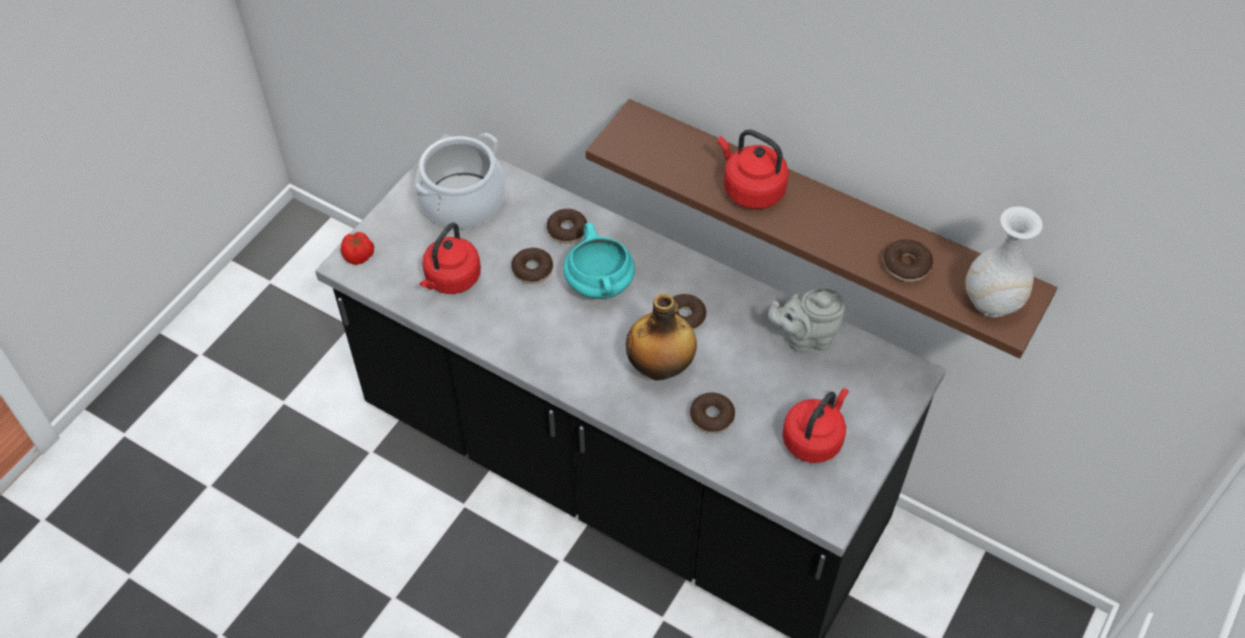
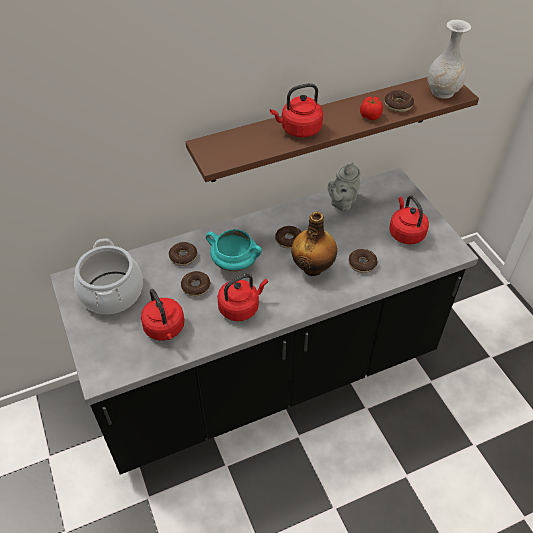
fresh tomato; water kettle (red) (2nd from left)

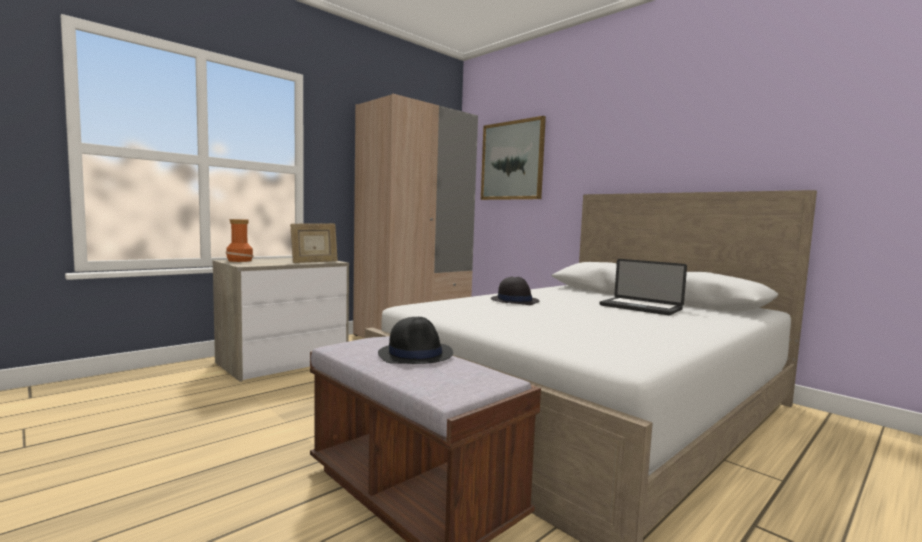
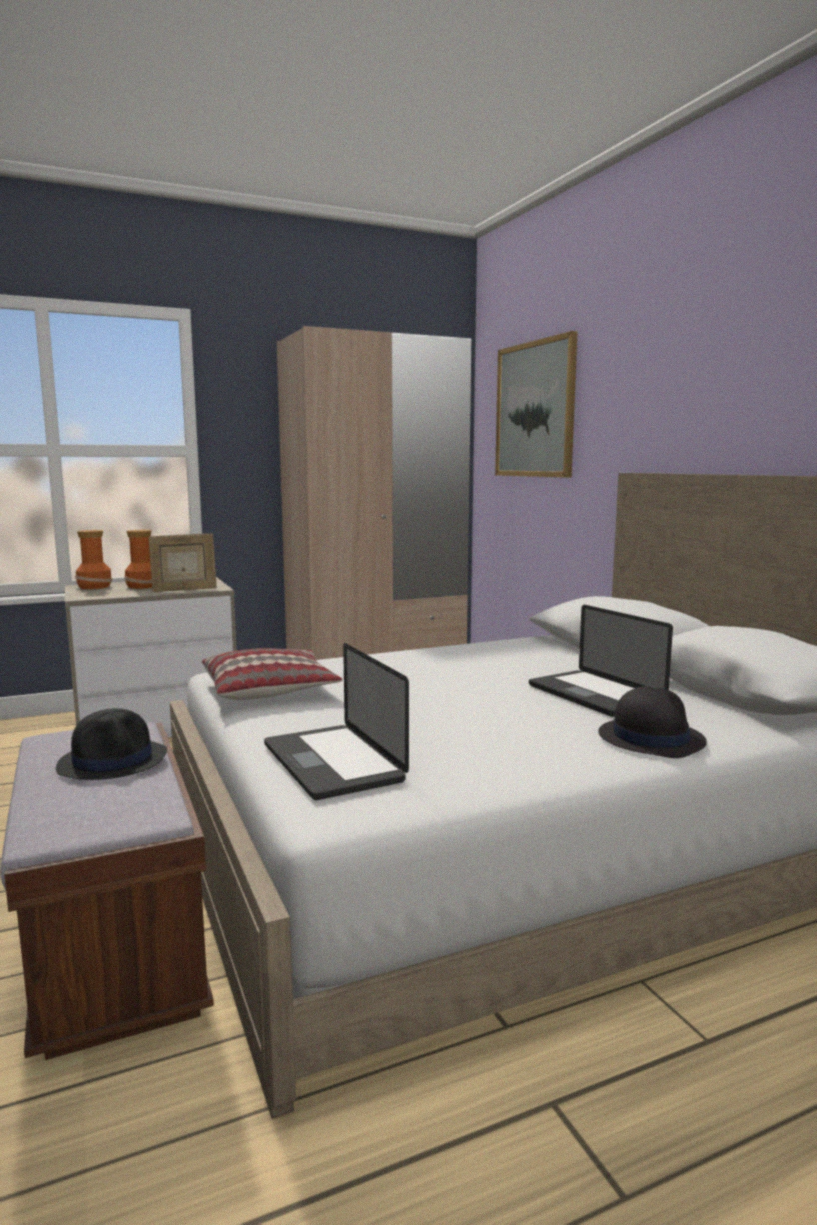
clothing hat (black) (2nd from left); vase (2nd from left); pillow; notebook computer (1st from left)

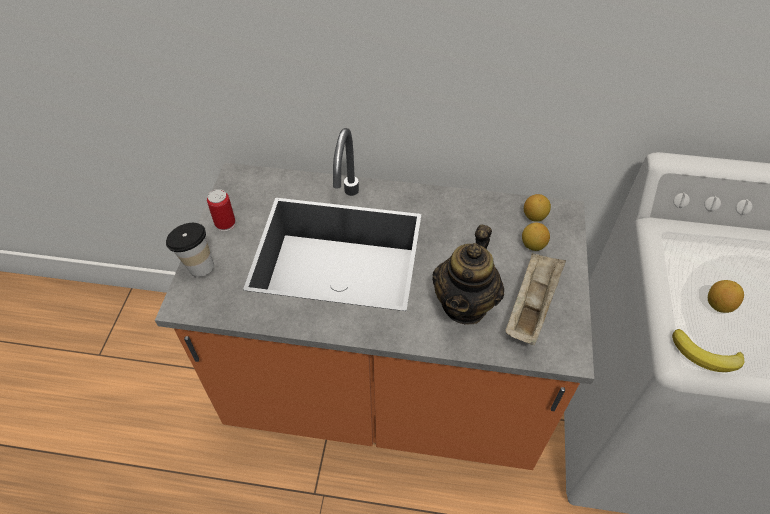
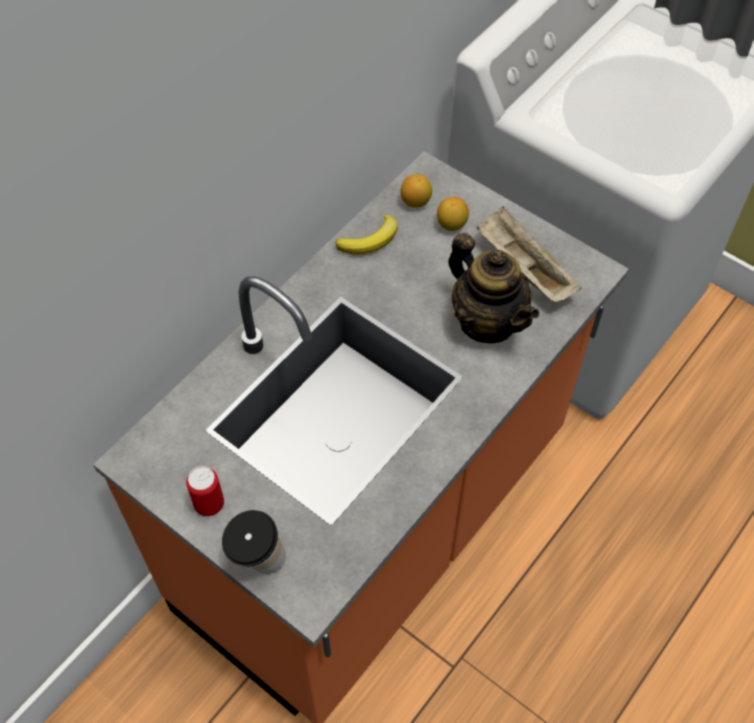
banana; lemon (3rd from left in the first image)

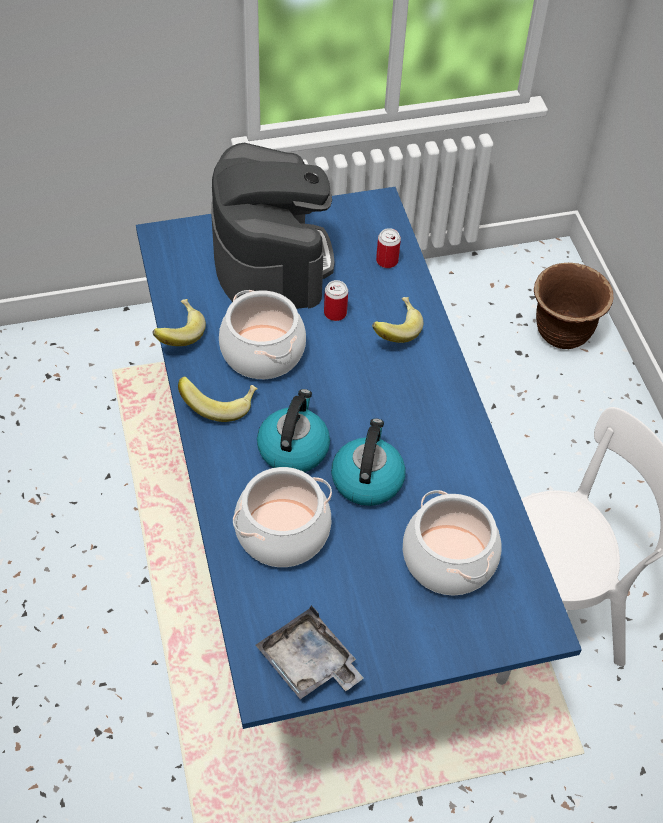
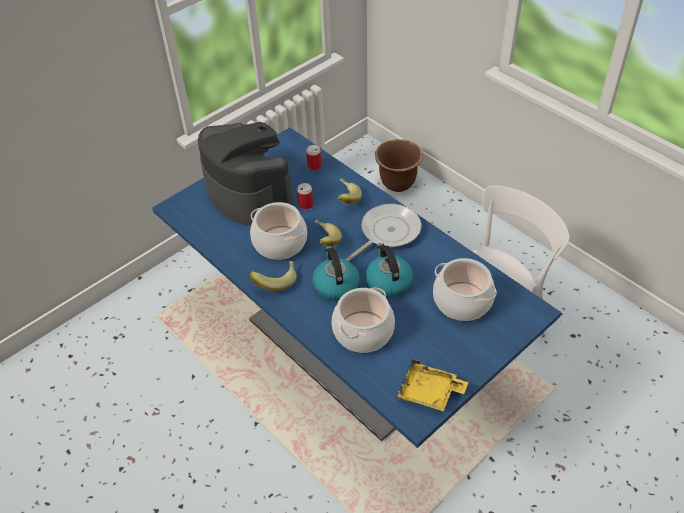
banana (2nd from left); carrying tray (yellow-coloured); frying pan

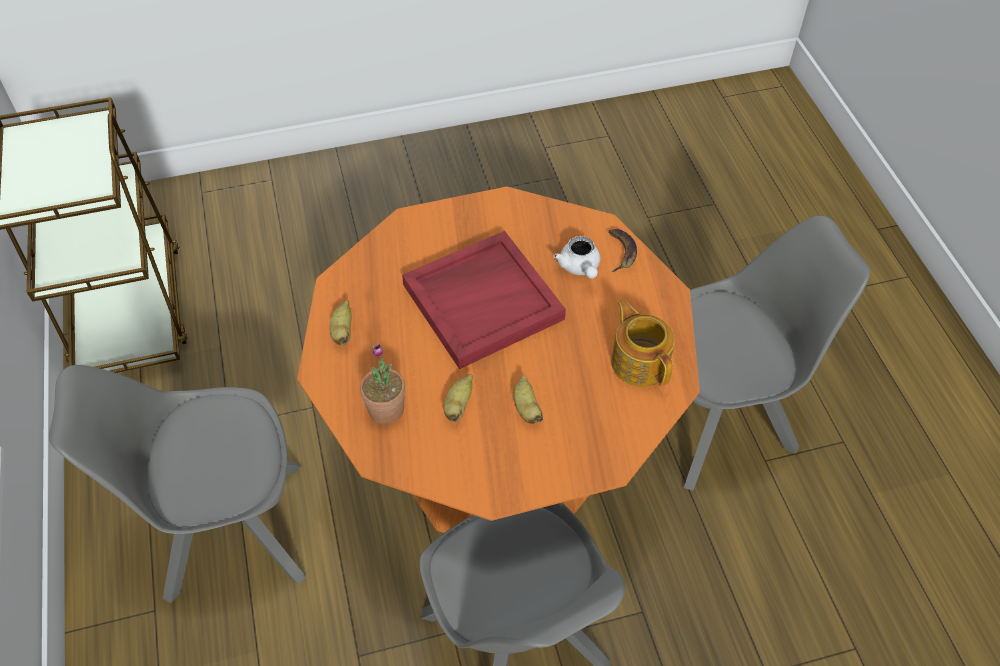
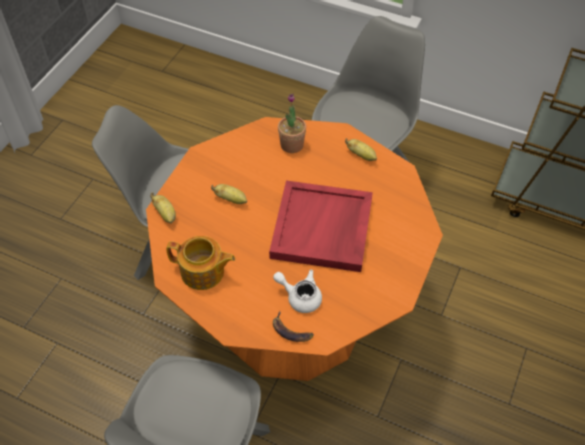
banana (1st from left)

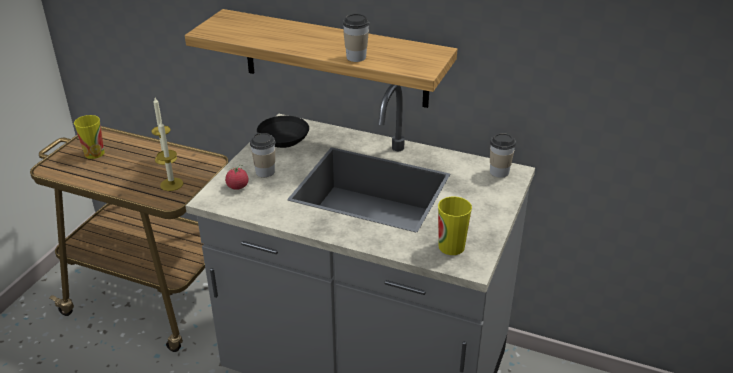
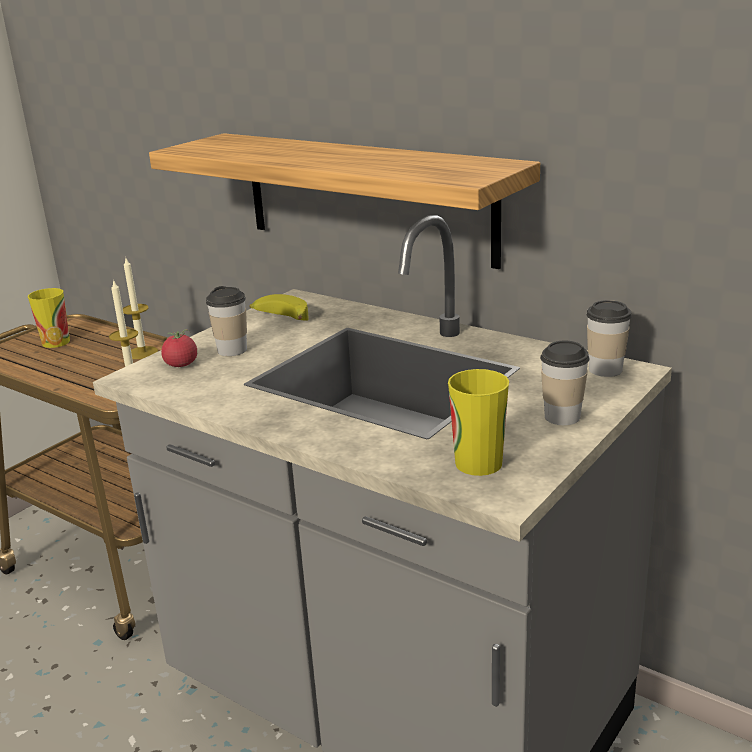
banana; drinking cup (4th from left)

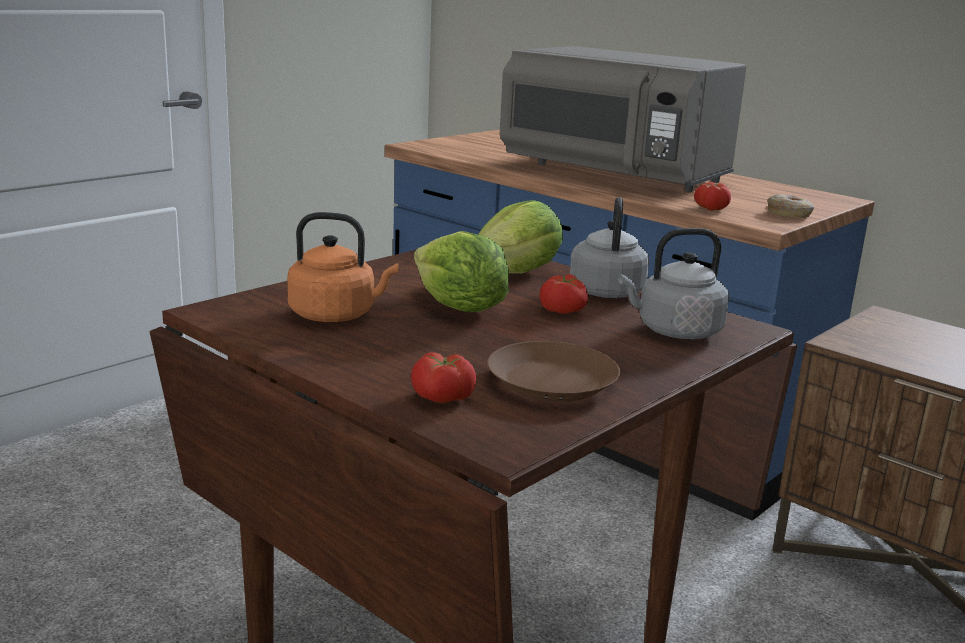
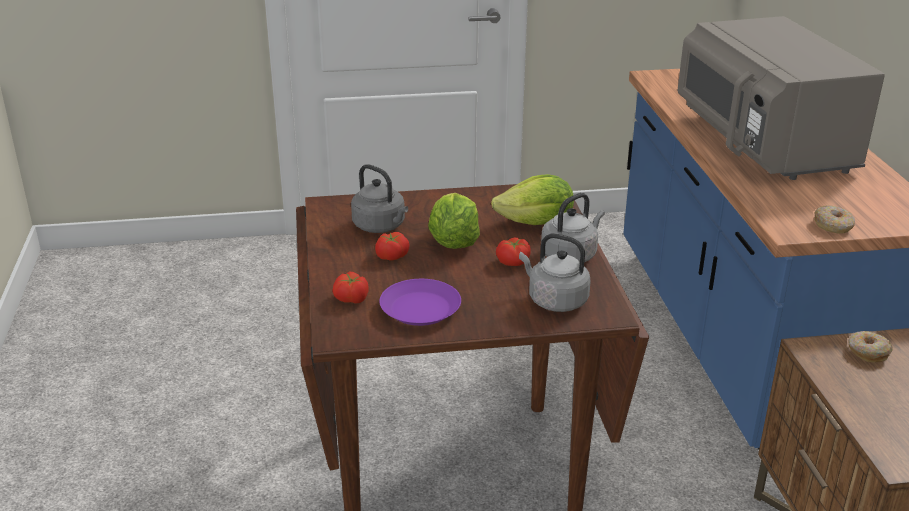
water kettle (gray) (1st from left); plate (purple-coloured); fresh tomato (2nd from left); ring doughnut (2nd from left)

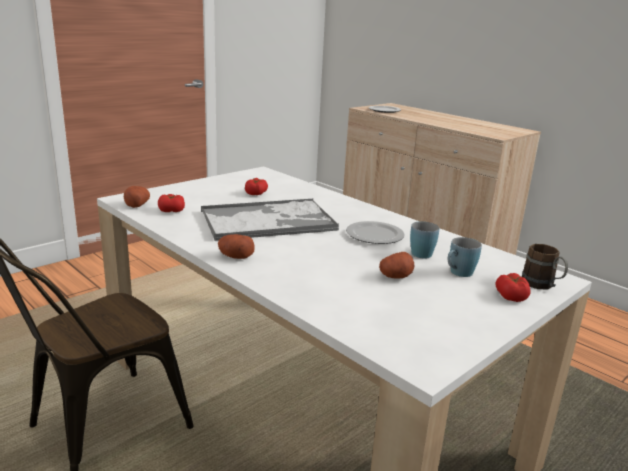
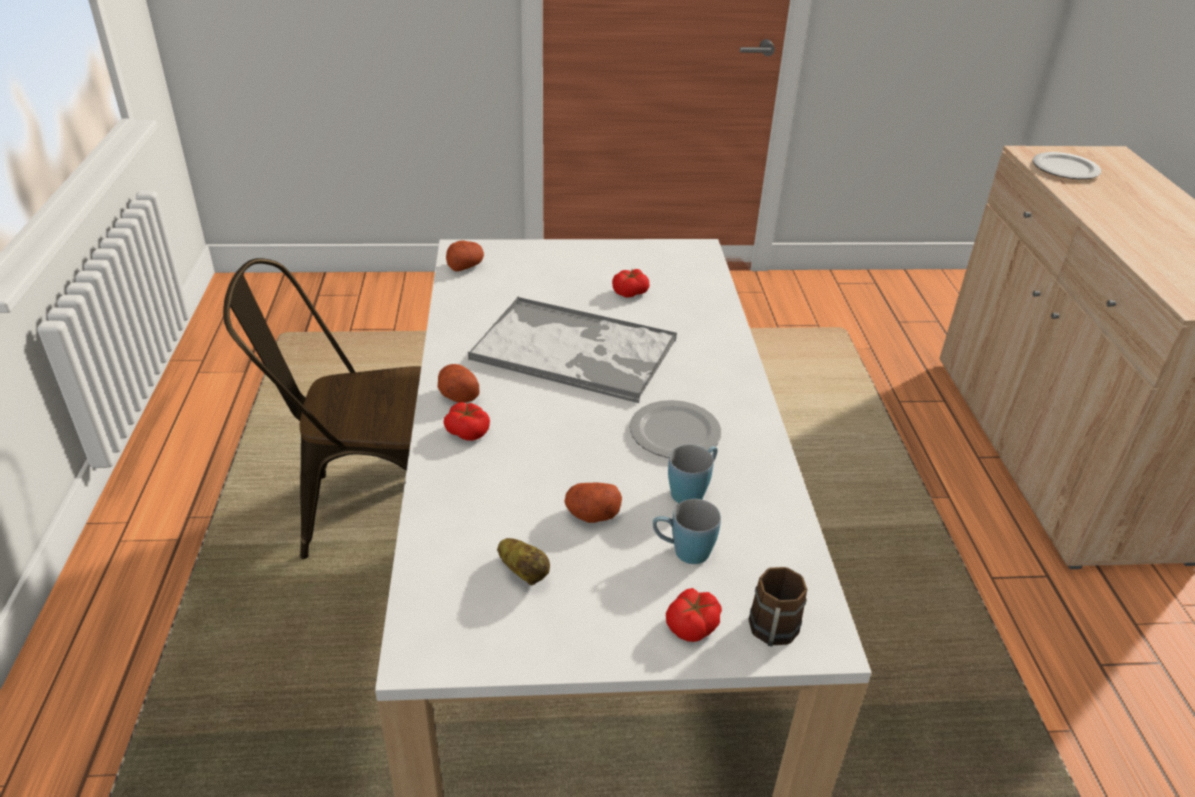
fresh tomato (1st from left); spud (3rd from left)

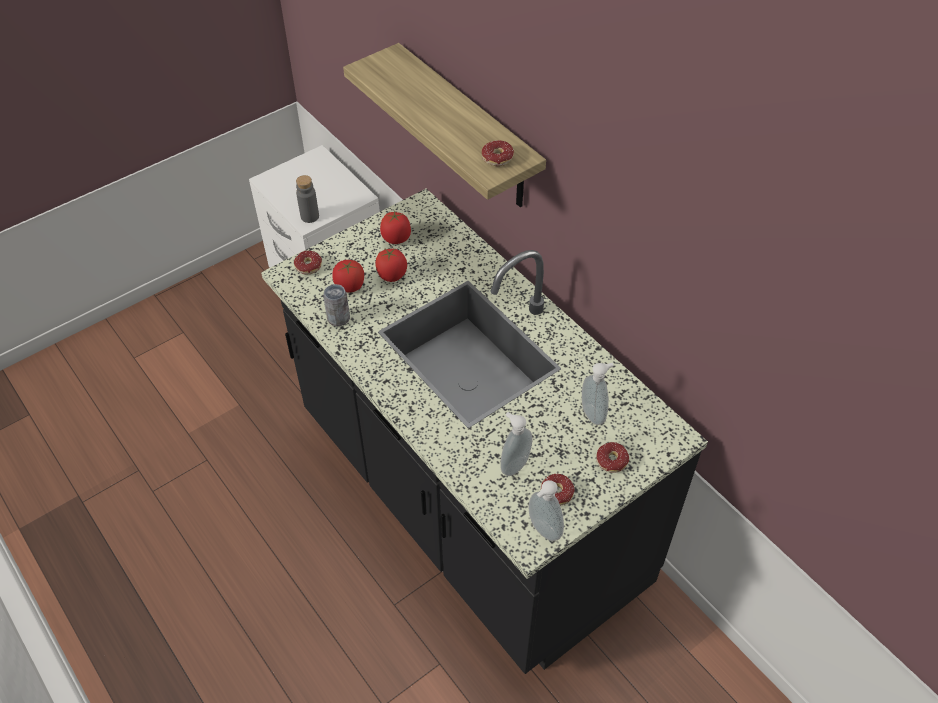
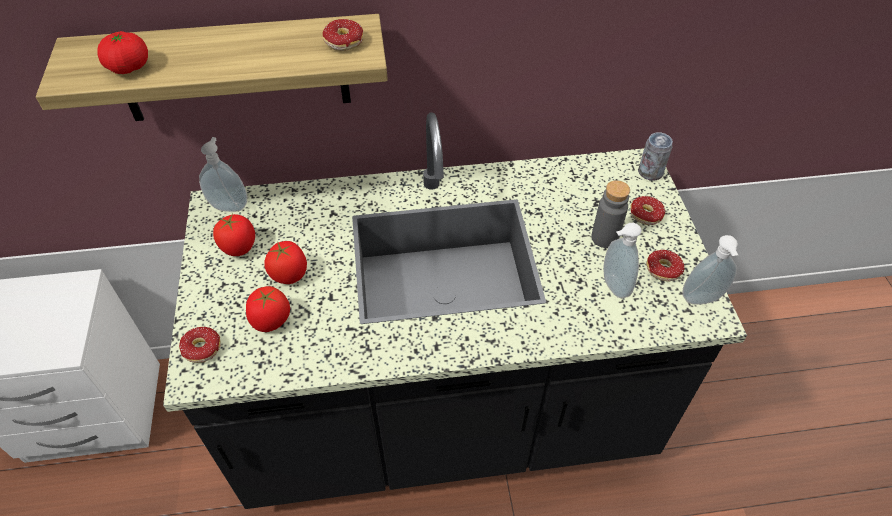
bottle (gray); can; liquid soap bottle (1st from left); fresh tomato (1st from left)

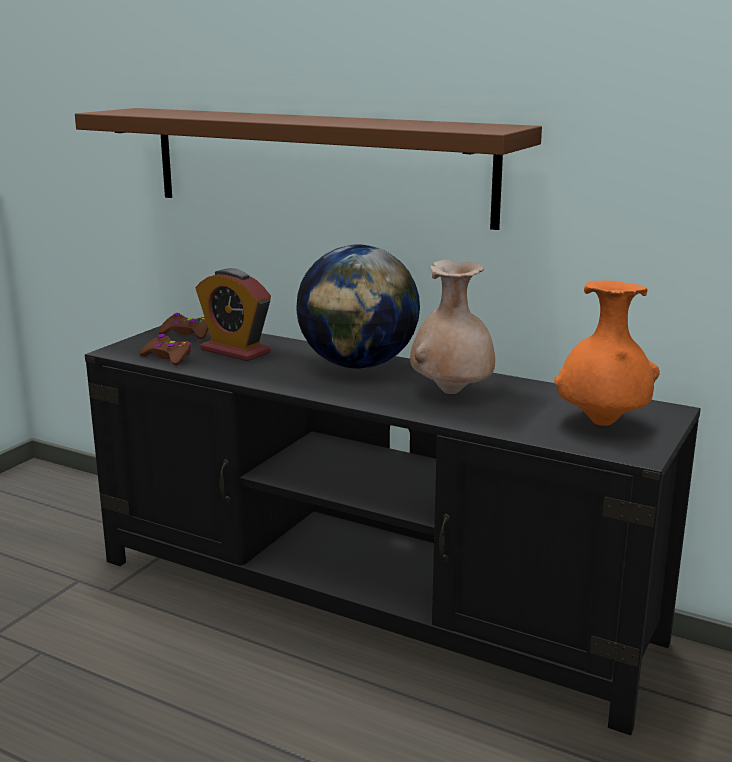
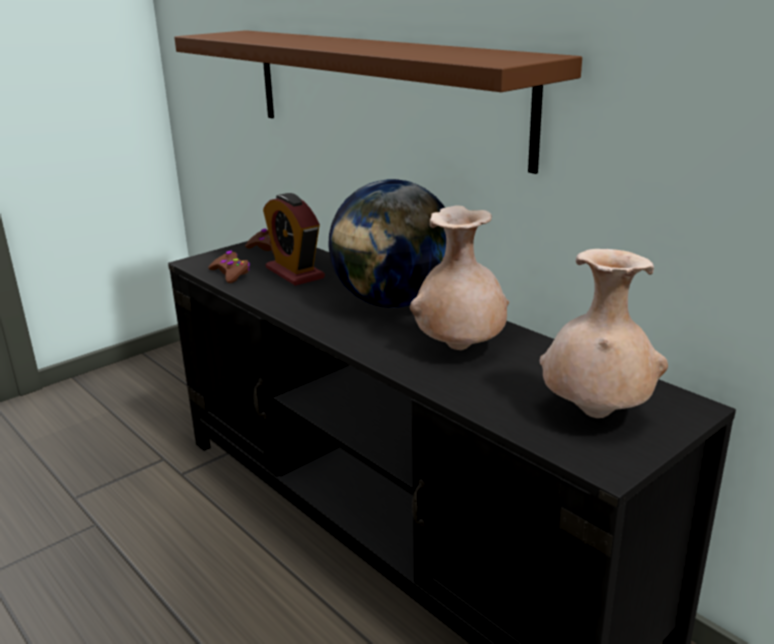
vase (beige-coloured) (2nd from left)

